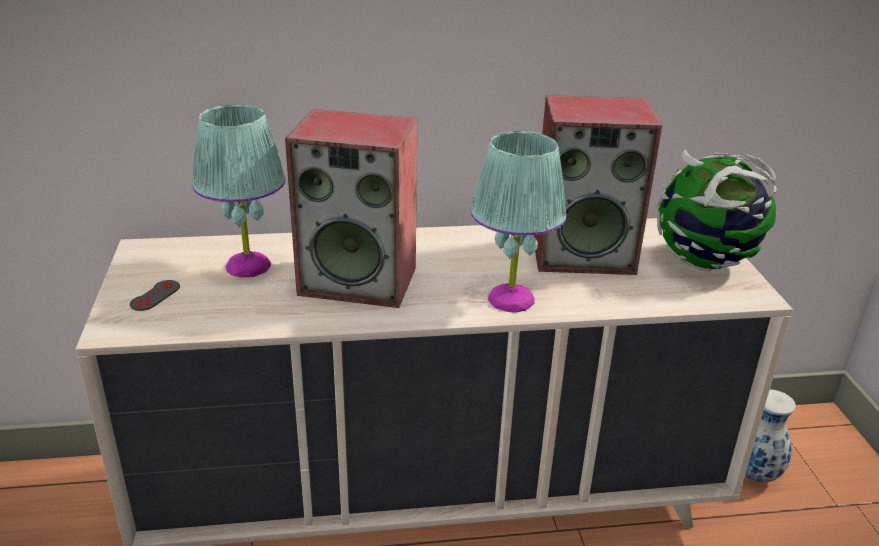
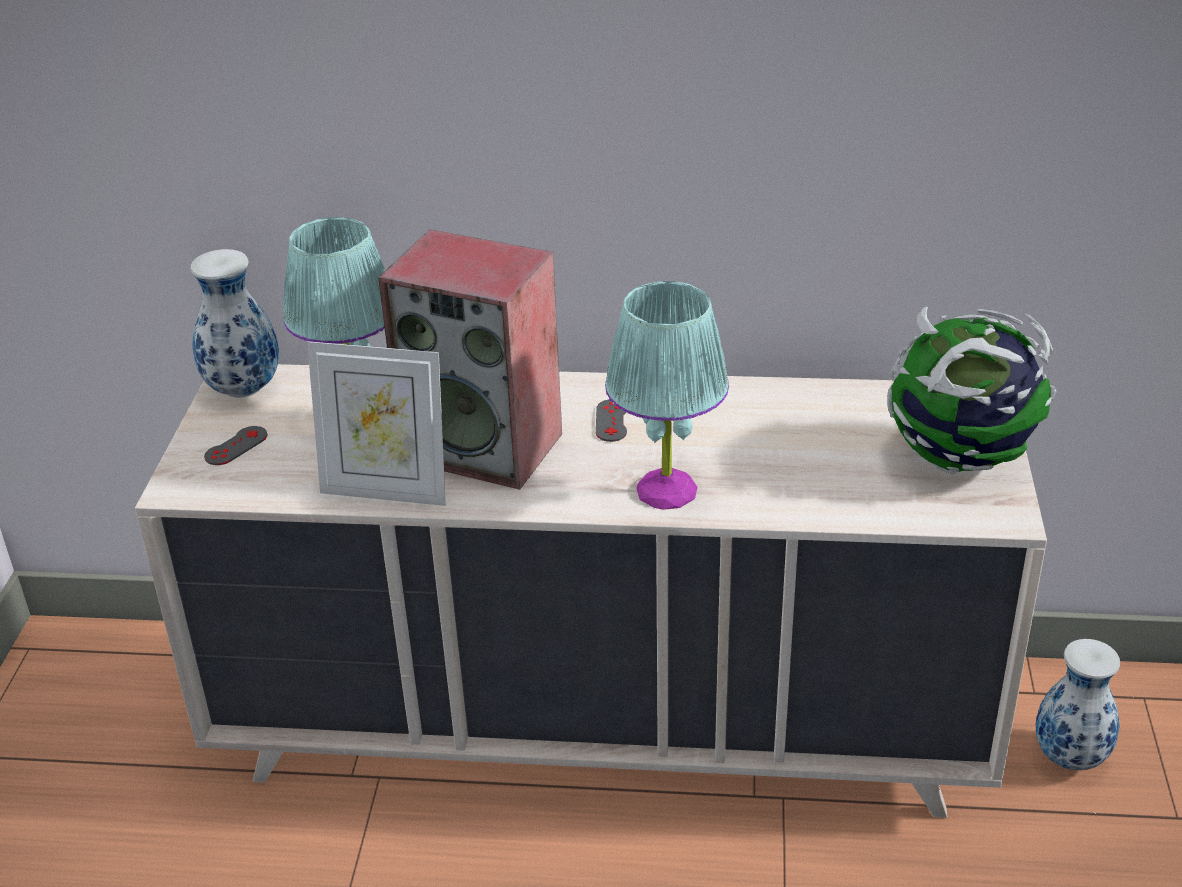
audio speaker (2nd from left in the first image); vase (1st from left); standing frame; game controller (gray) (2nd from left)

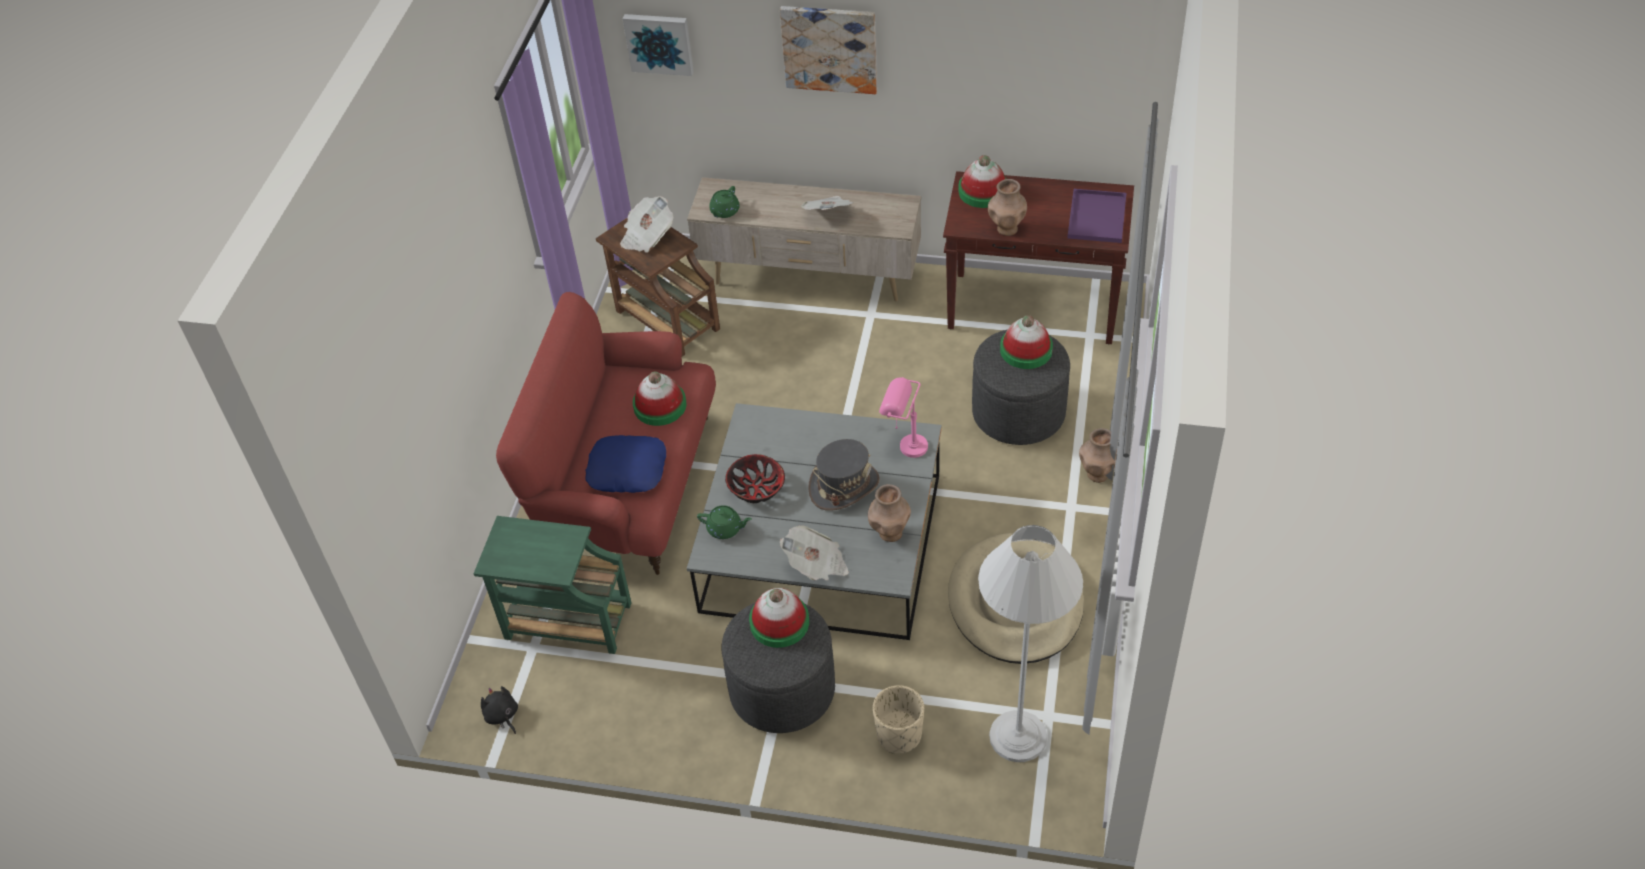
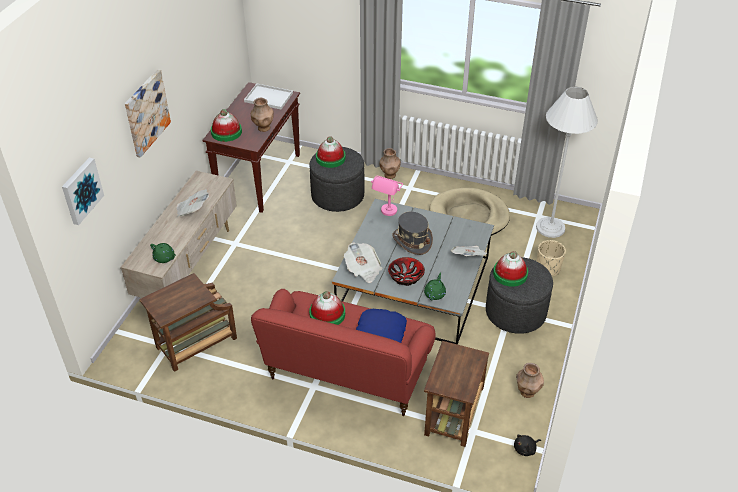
end table (brownish) (2nd from left); printed paper (2nd from left); vase (brownish) (3rd from left); carrying tray (white-coloured)

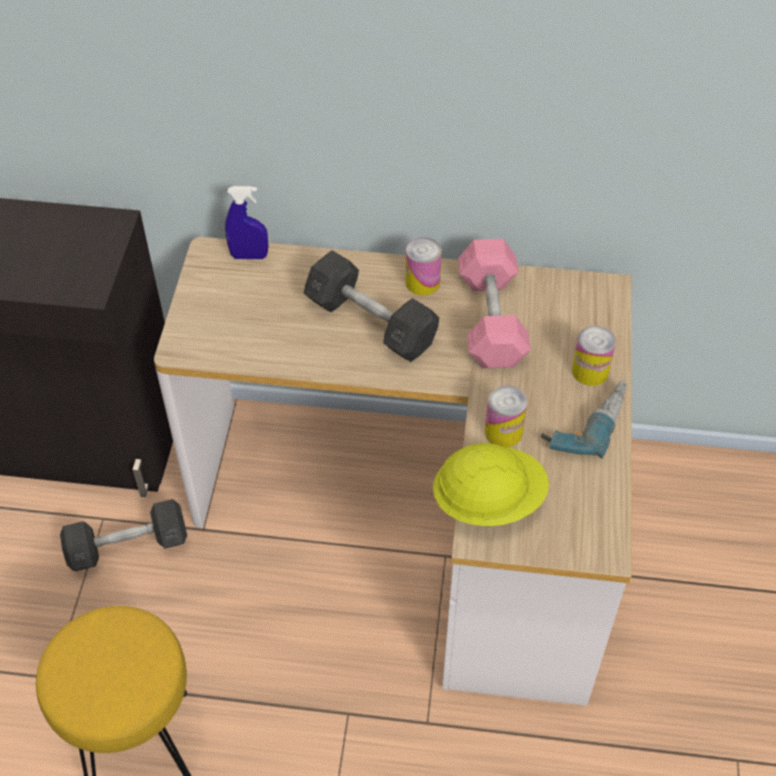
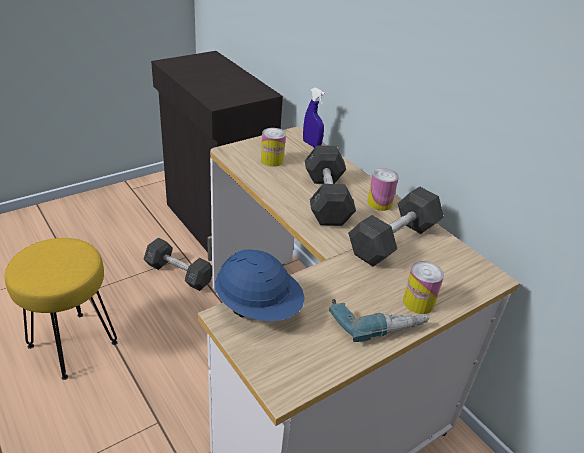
hard hat (blue-coloured); dumbbell (gray) (3rd from left); can (1st from left)

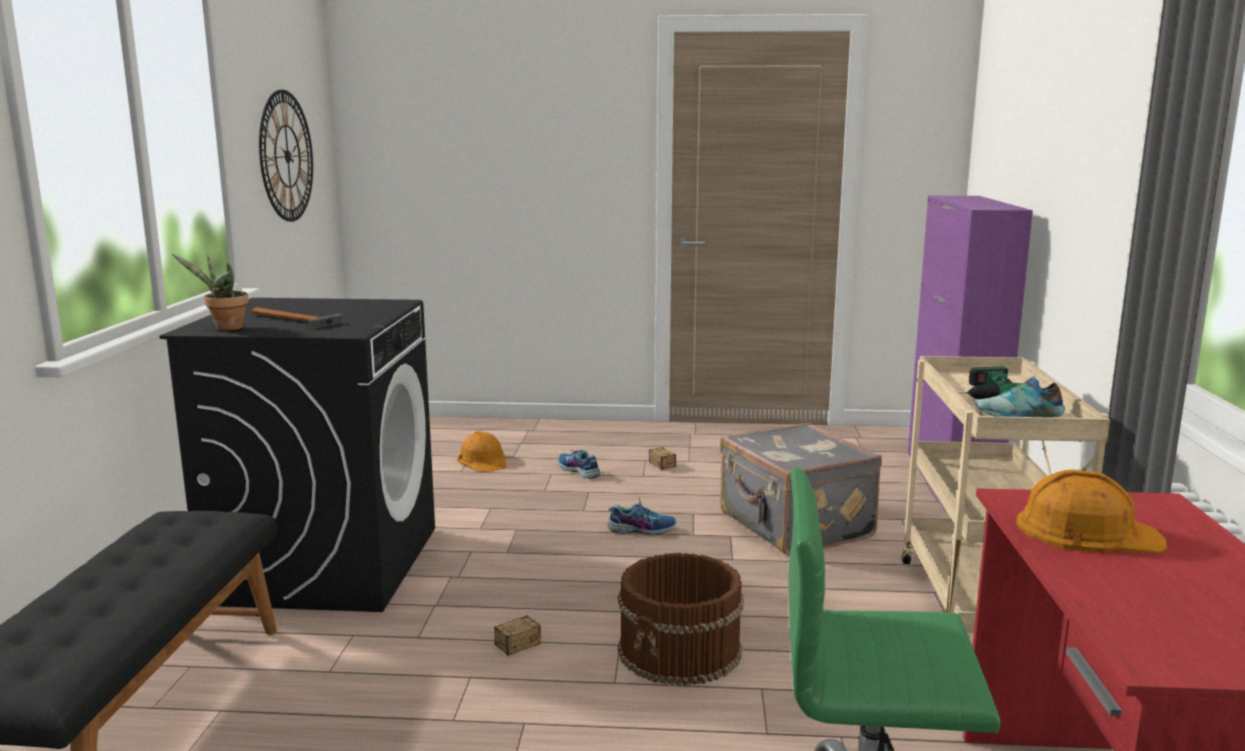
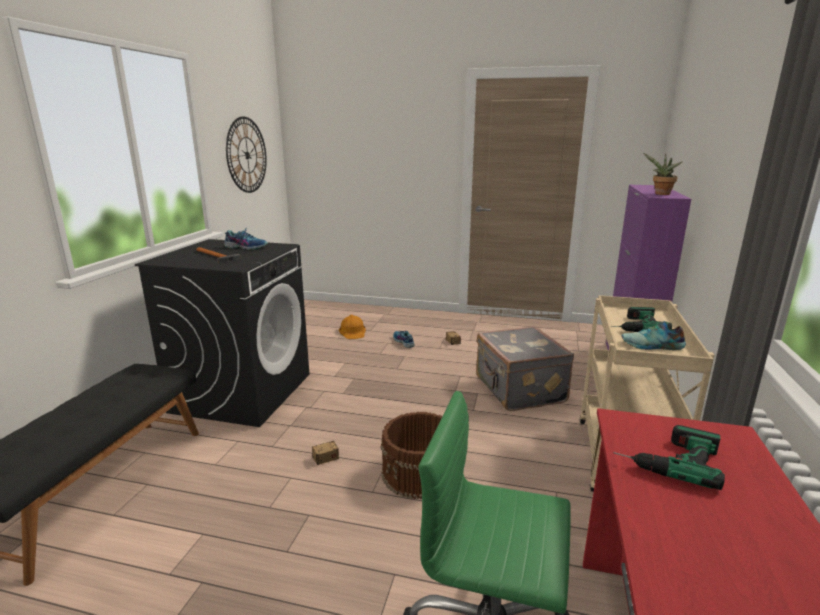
plant in a pot; shoe (1st from left); power drill (2nd from left)

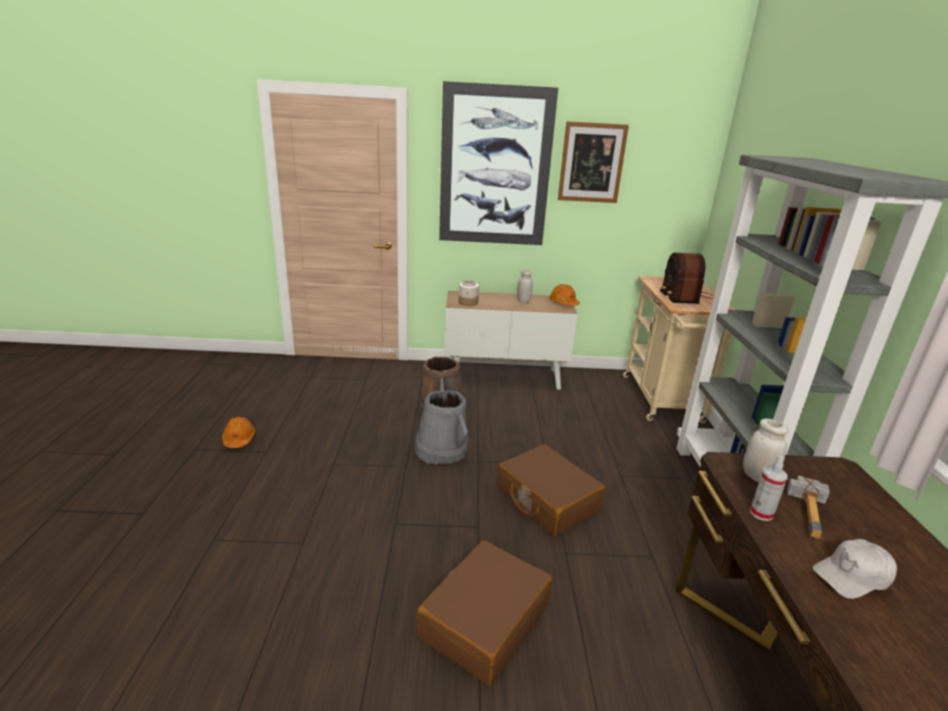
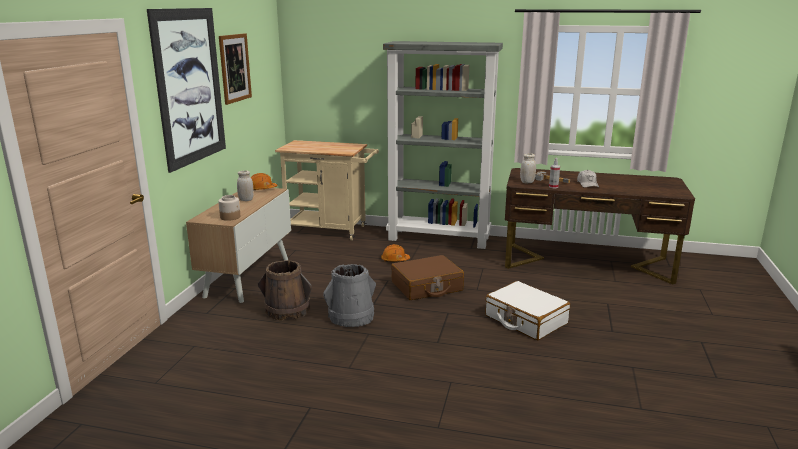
hard hat (orange) (2nd from left); piece of luggage (white-coloured); radio set

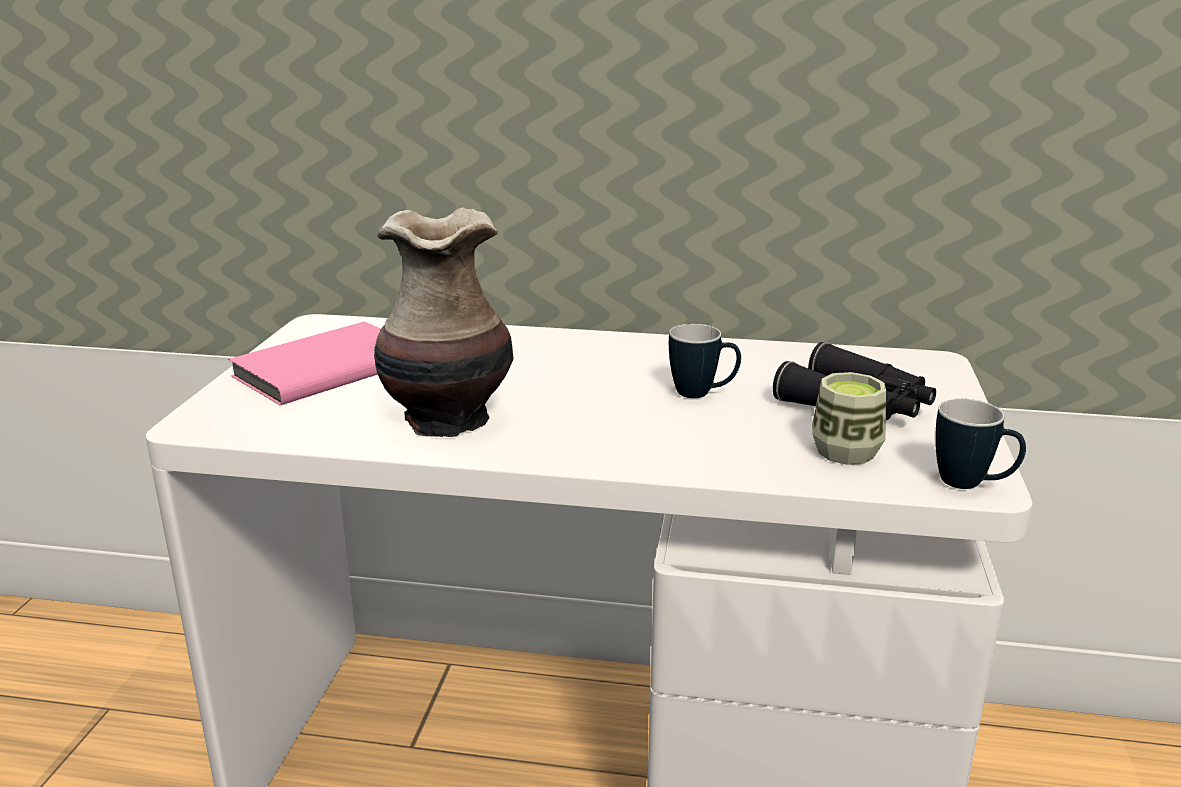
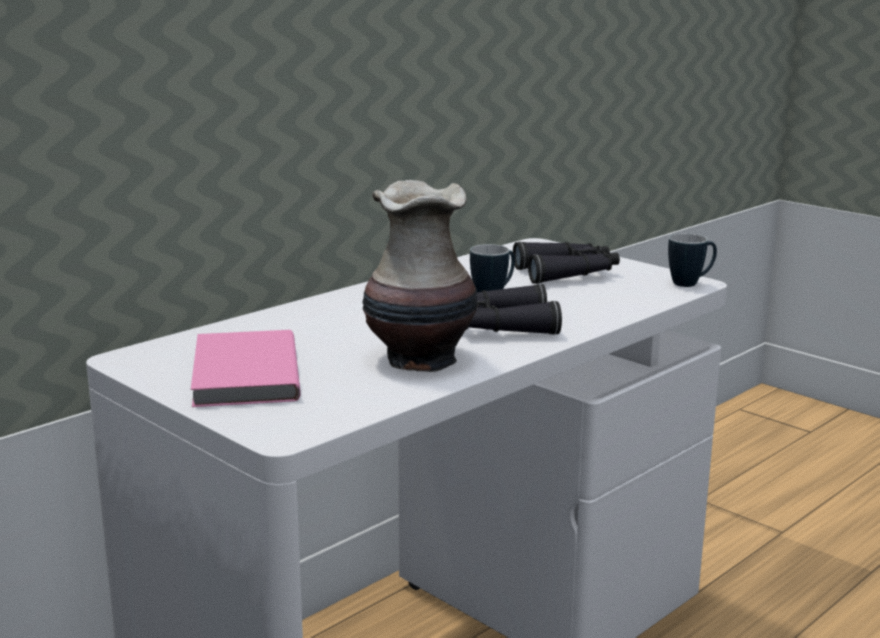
drinking cup; pair of binoculars (black) (1st from left)

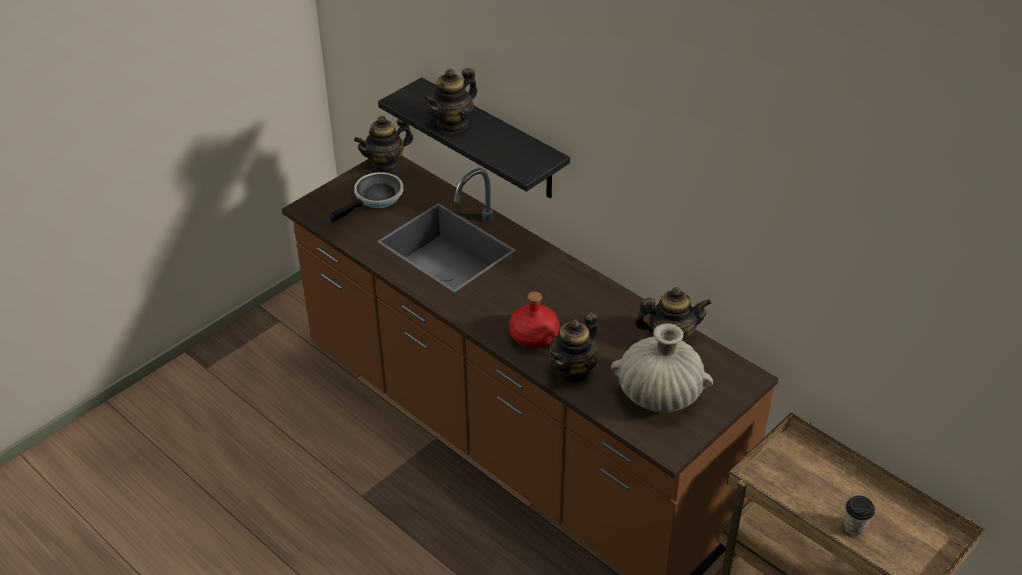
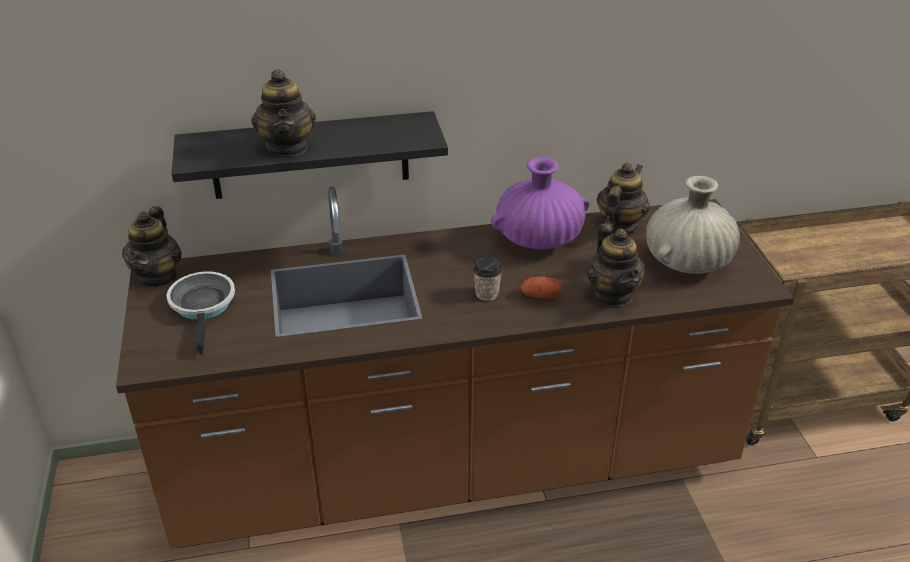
spud; drinking cup; vase (purple-coloured)

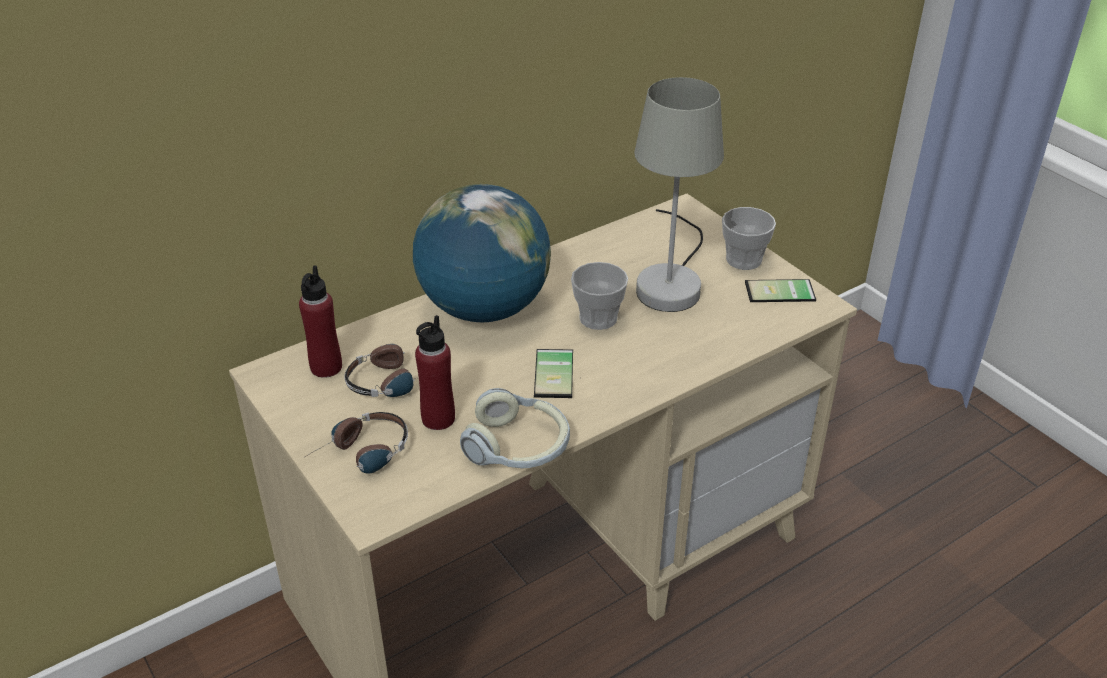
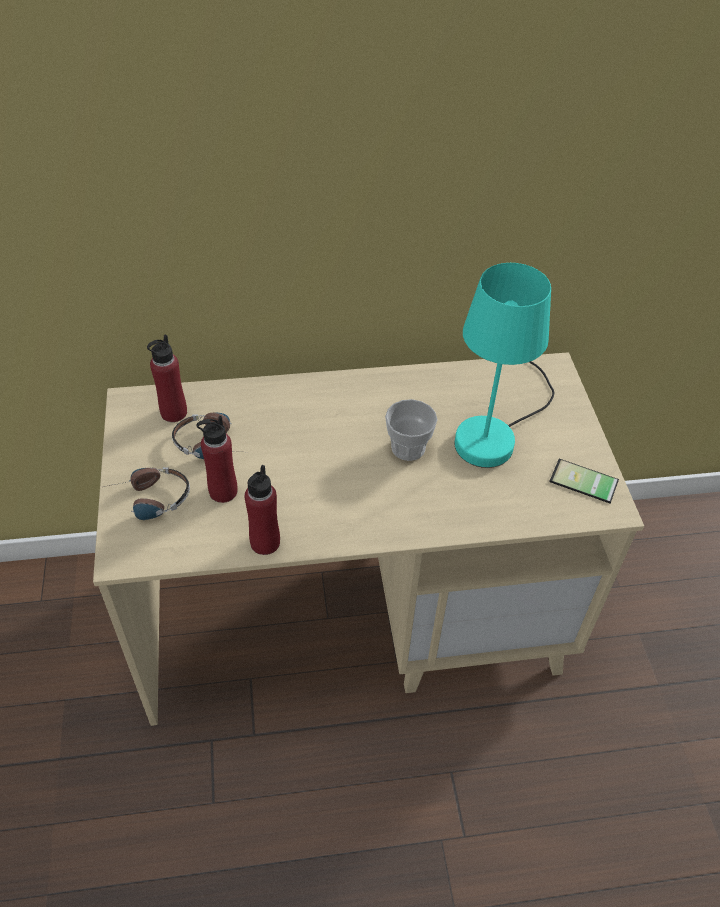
desk globe; bottle (red) (3rd from left); telephone (1st from left in the first image); lamp for a table (blue-green); drinking cup (2nd from left in the first image)

